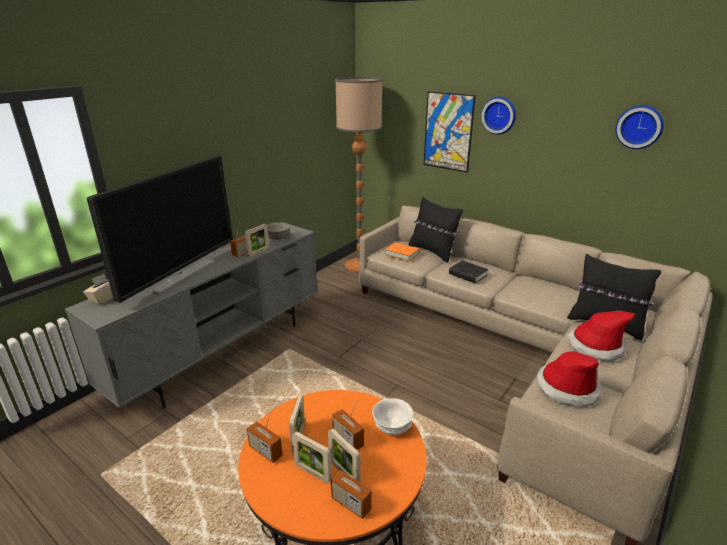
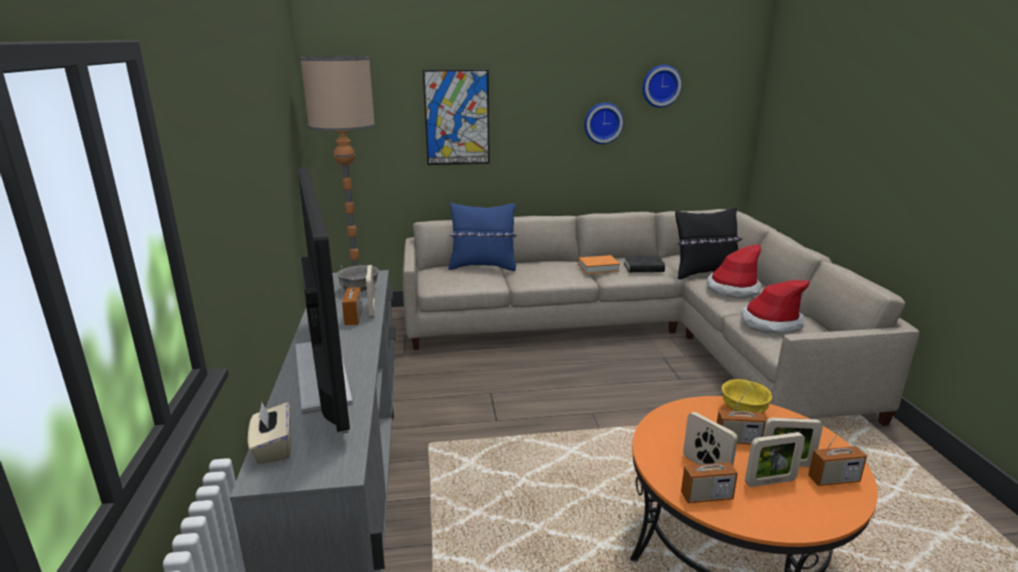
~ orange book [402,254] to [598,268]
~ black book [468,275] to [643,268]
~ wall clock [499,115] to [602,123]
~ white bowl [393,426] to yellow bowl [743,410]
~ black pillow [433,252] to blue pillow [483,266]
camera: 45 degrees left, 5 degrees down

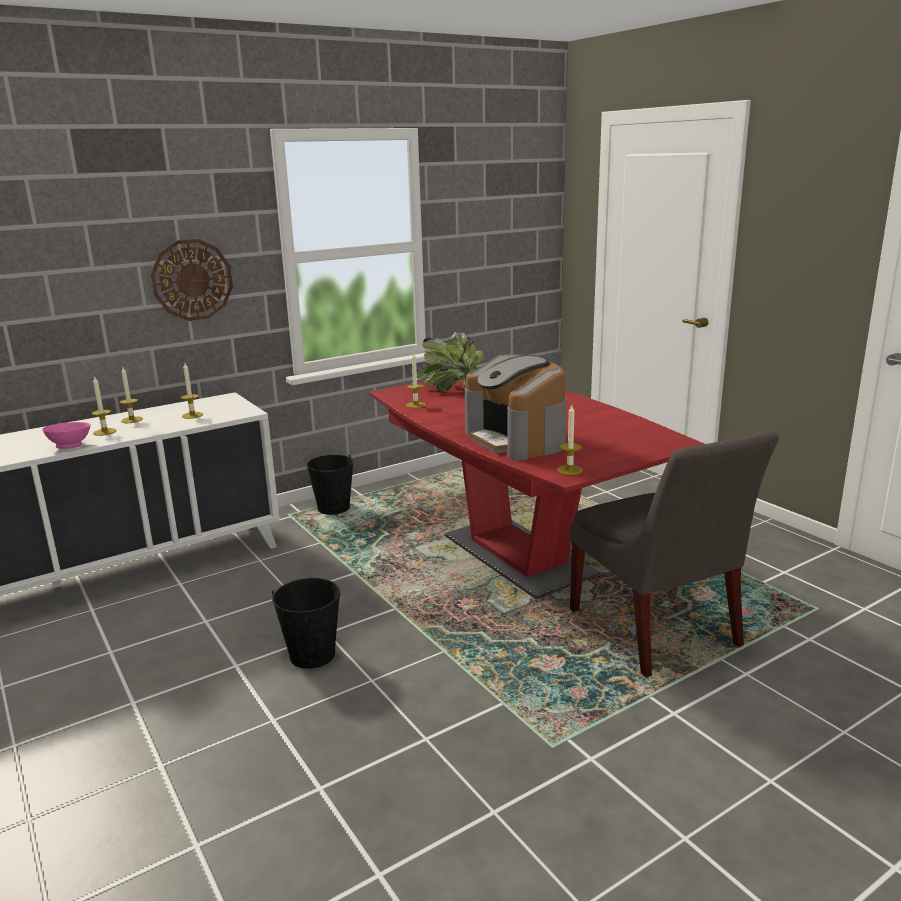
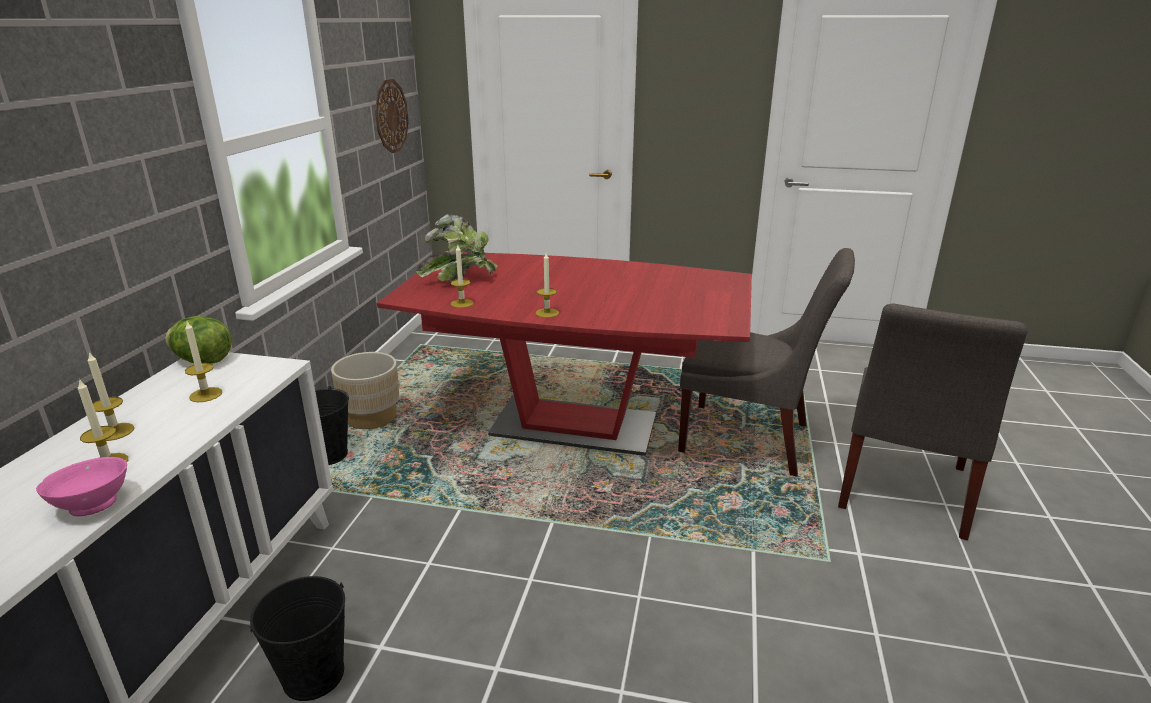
- coffee machine [517,439]
+ lettuce [203,361]
+ beige planter [371,417]
+ grey chair [901,491]
~ wall clock [192,280] to [391,116]
~ black bucket [312,654] to [313,675]
~ candle [569,470] to [547,313]
camera: 45 degrees left, 5 degrees up

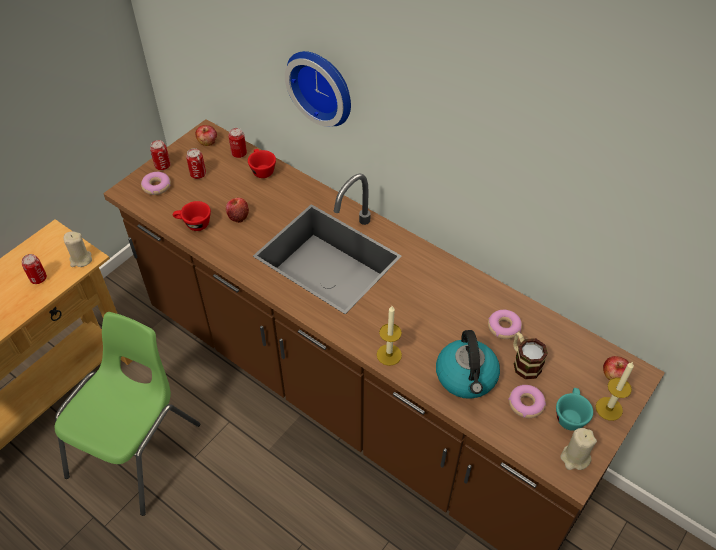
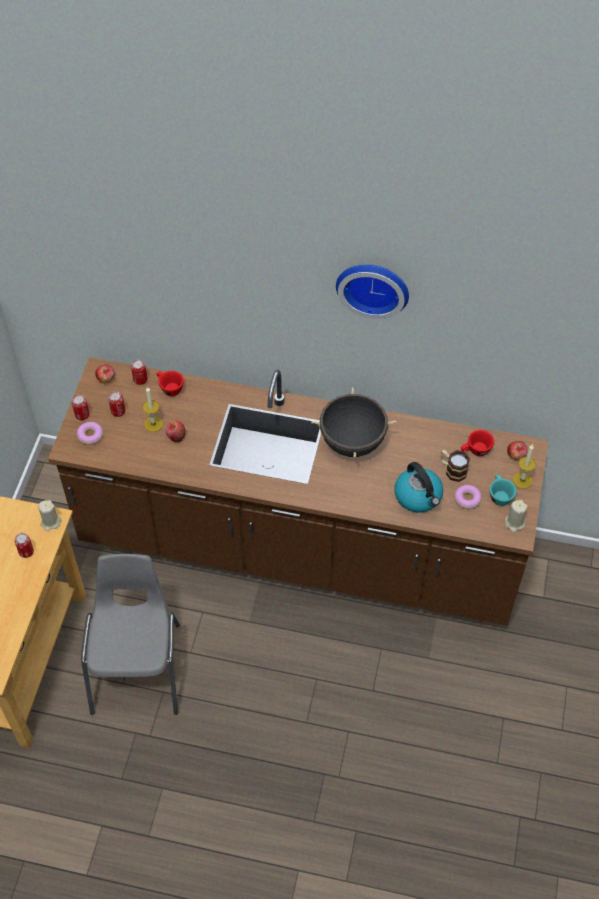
- donut [504,327]
+ black cooking pot [352,442]
~ red cup [193,224] to [475,451]
~ wall clock [323,85] to [373,286]
~ candle [389,354] to [153,424]
~ green chair [137,449] to grey chair [138,666]
camera: 25 degrees left, 5 degrees up

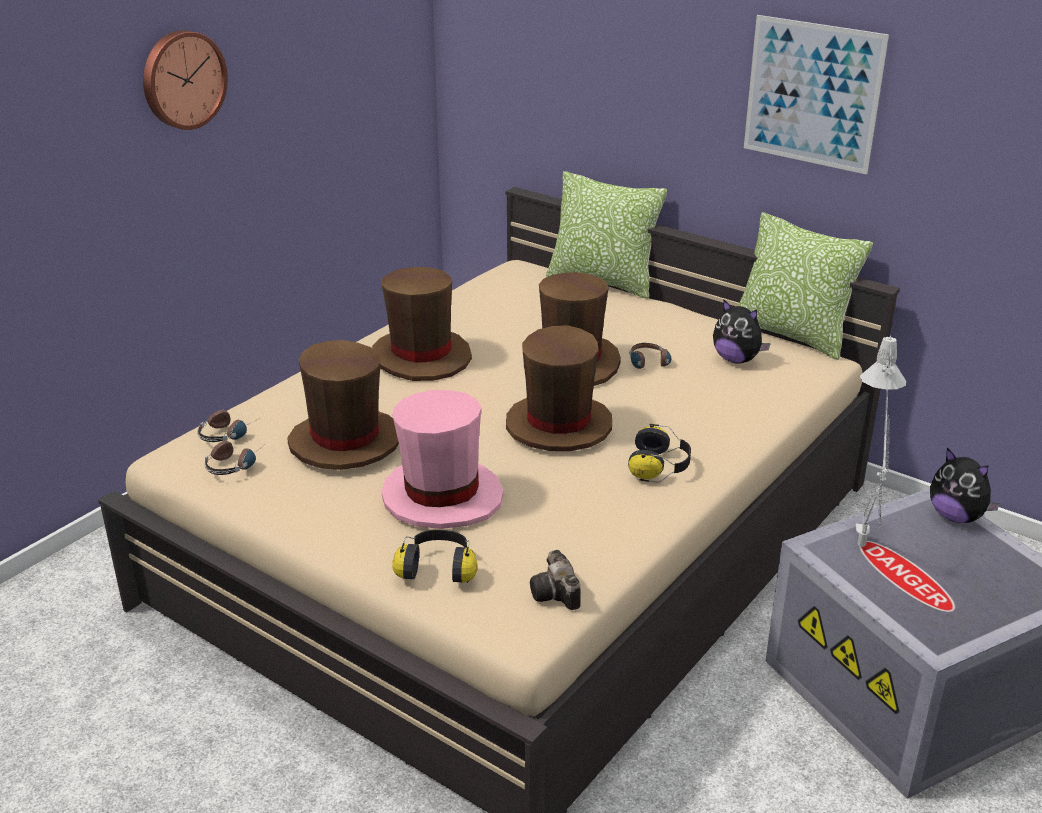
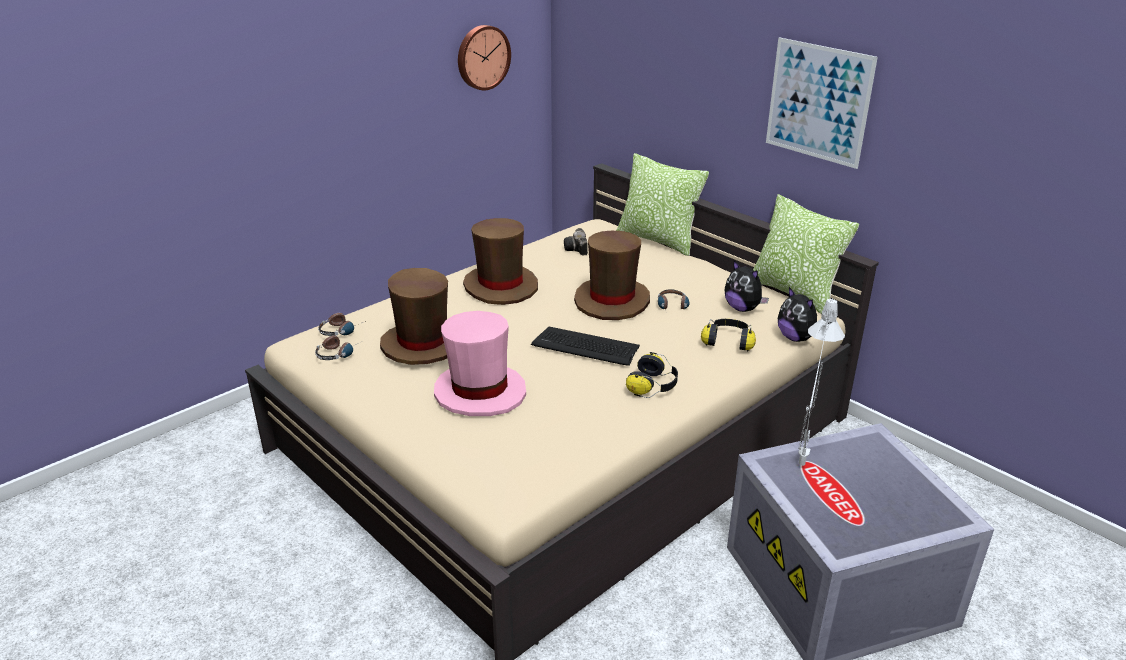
~ wall clock [182,79] to [482,57]
~ headphones [438,568] to [728,342]
~ photo camera [556,595] to [577,249]
~ plush toy [956,516] to [796,338]
~ brown hat [558,426] to keyboard [585,347]
camera: 10 degrees right, 0 degrees up

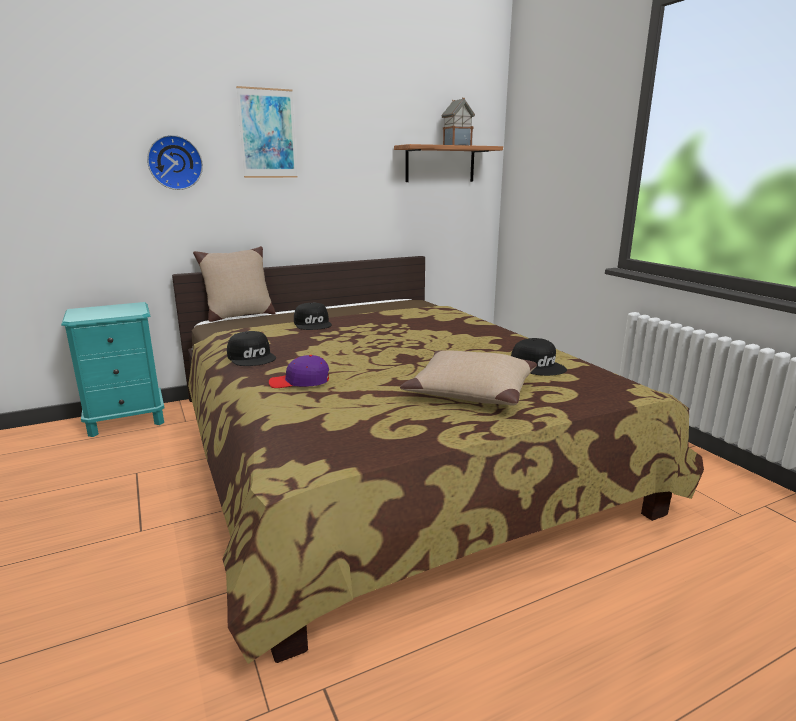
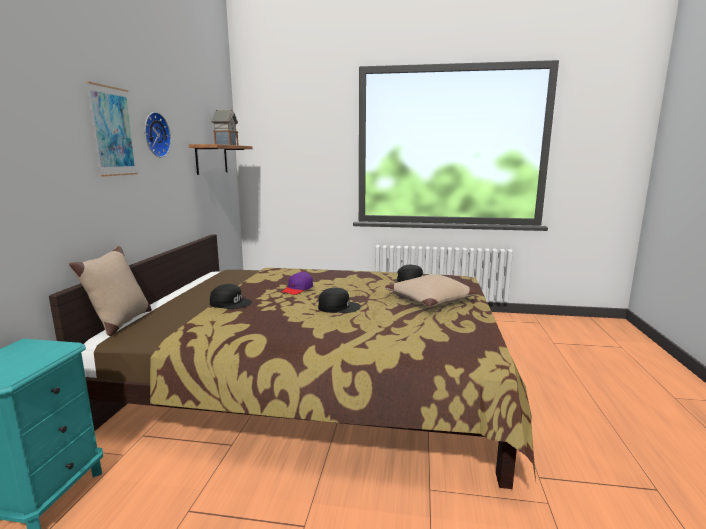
~ wall clock [175,162] to [154,135]
~ black cap [252,357] to [338,307]
~ purple cap [300,382] to [298,289]
camera: 55 degrees left, 5 degrees down

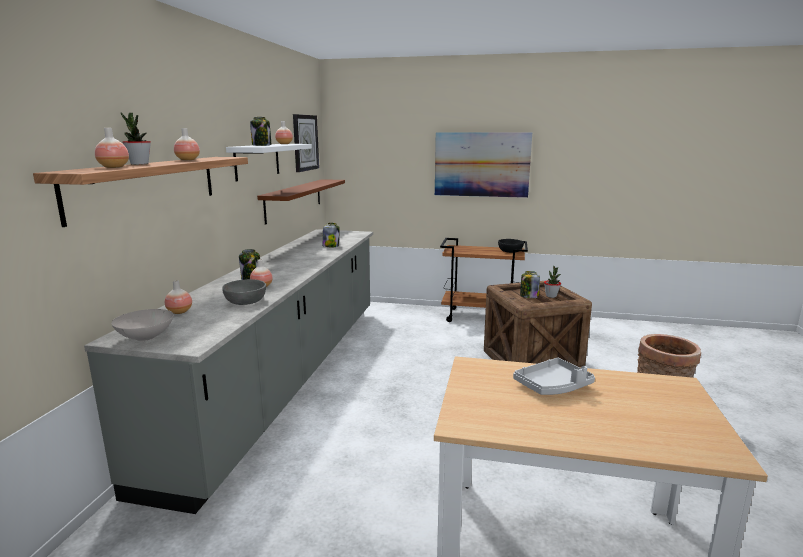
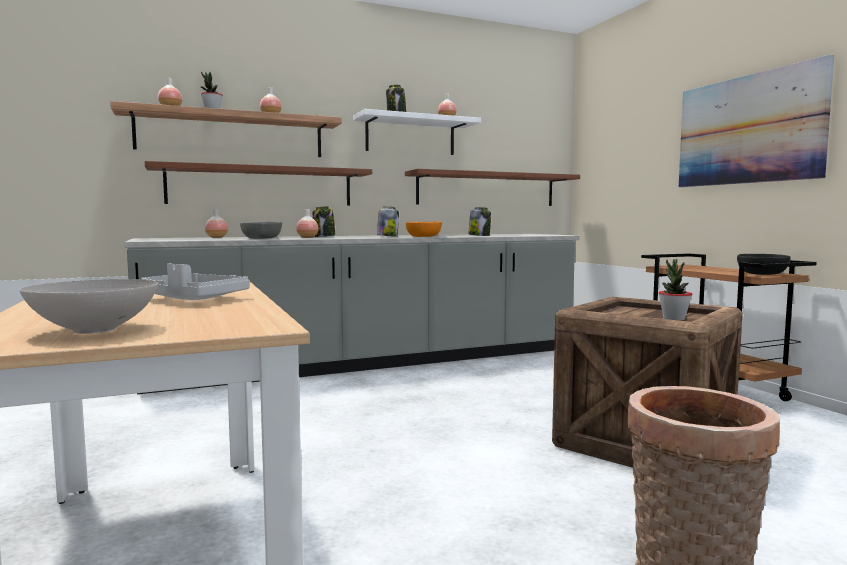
- wall clock [305,142]
+ brown shelf [262,186]
+ orange bowl [423,236]
~ white bowl [147,337] to [96,330]
~ jar [528,296] to [387,236]
camera: 55 degrees right, 10 degrees down

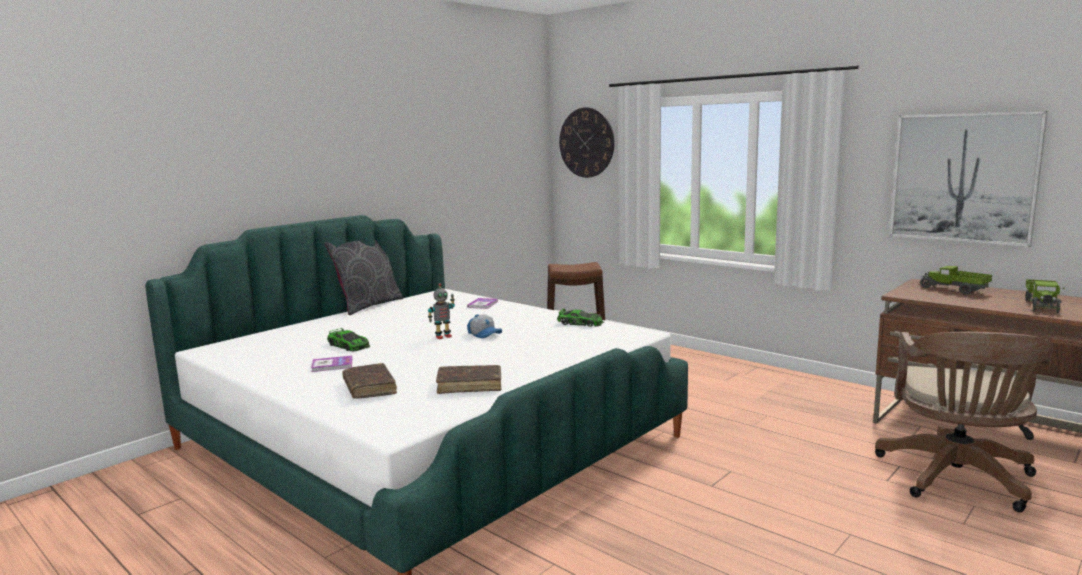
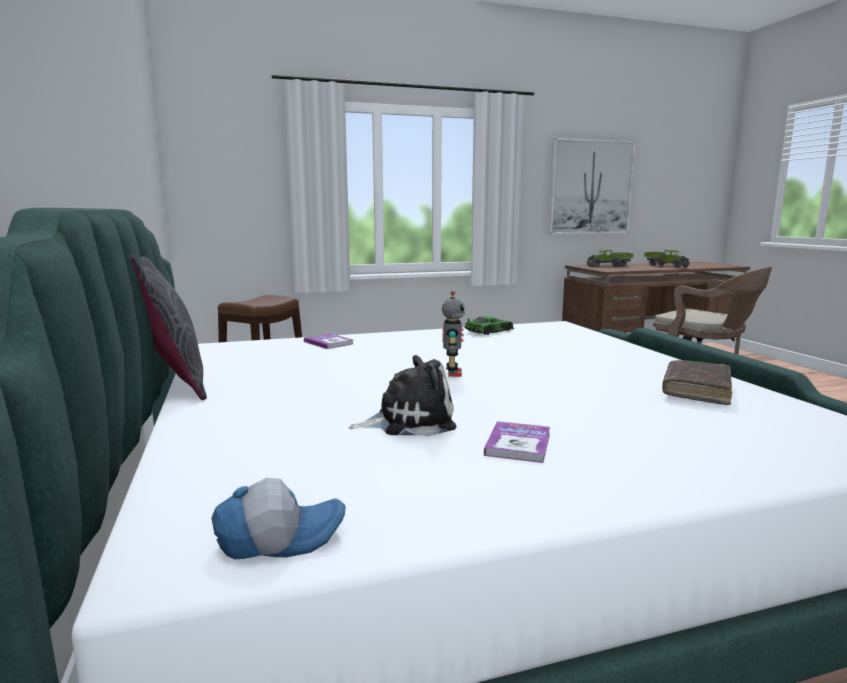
- brown book [369,388]
- wall clock [586,142]
~ cap [485,334] to [280,537]
~ toy car [349,345] to plush toy [409,421]
camera: 60 degrees left, 0 degrees up

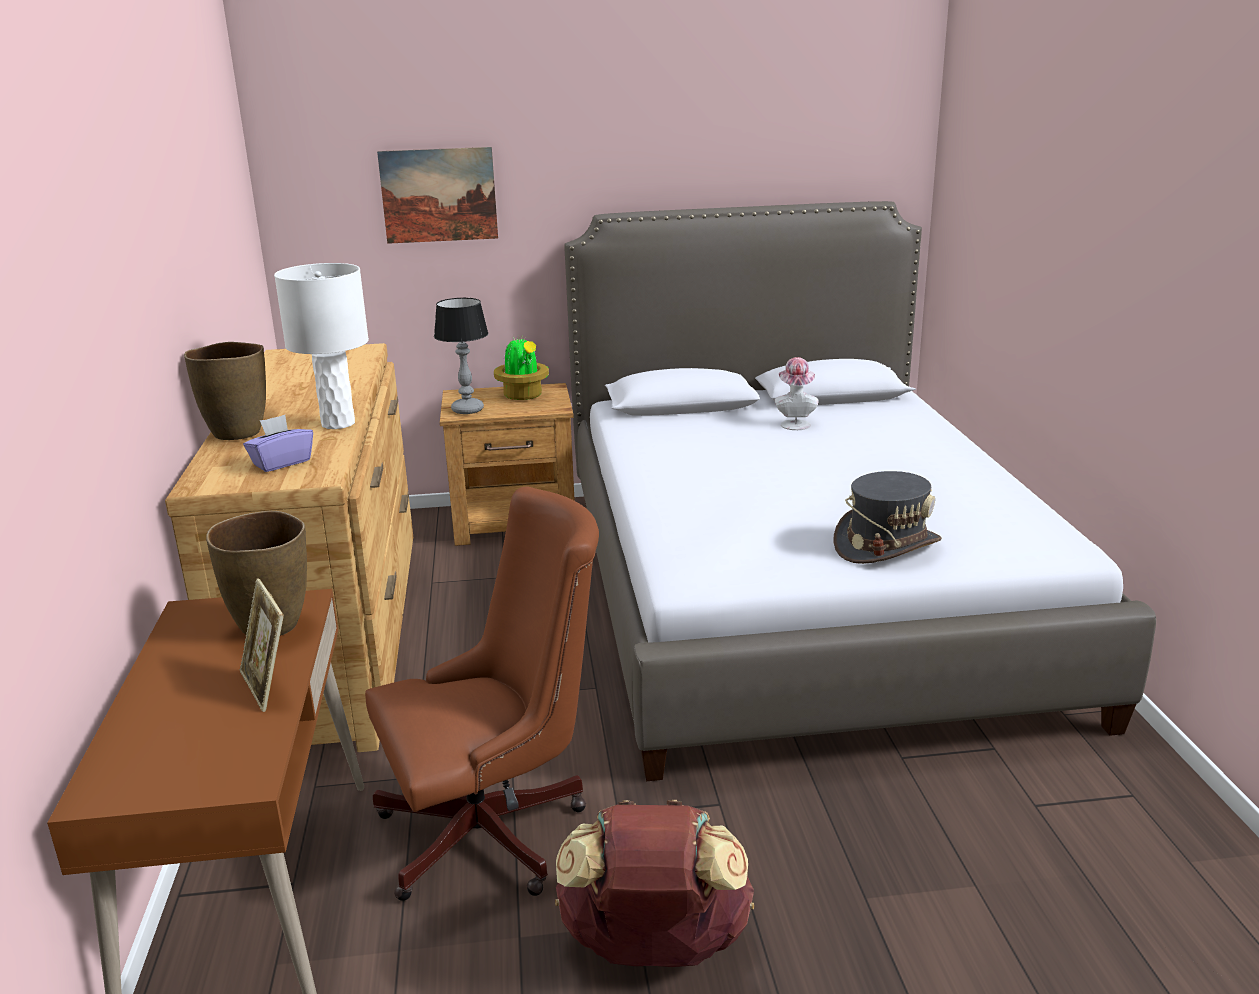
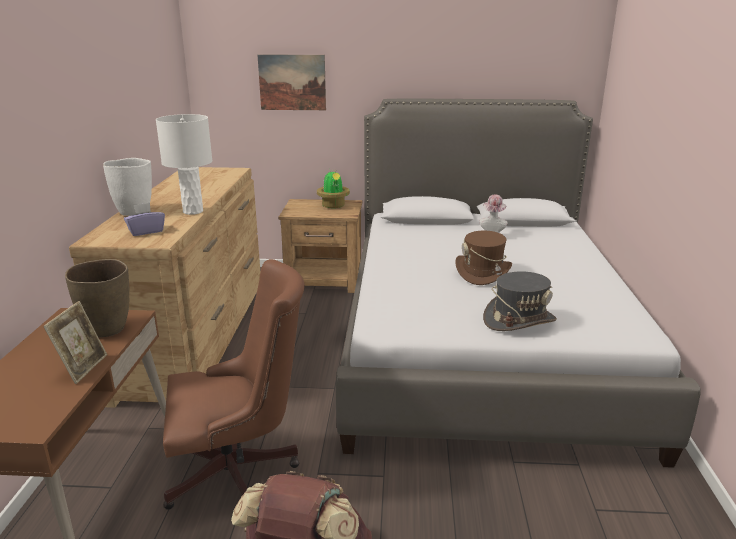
- table lamp [467,410]
+ brown hat [483,273]
~ brown vase [237,433] to white vase [134,212]
~ picture frame [268,686] = [83,368] 150 degrees counterclockwise
camera: 10 degrees right, 0 degrees up

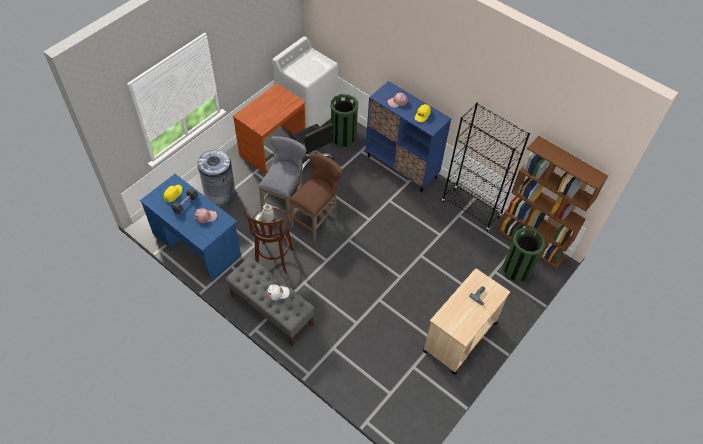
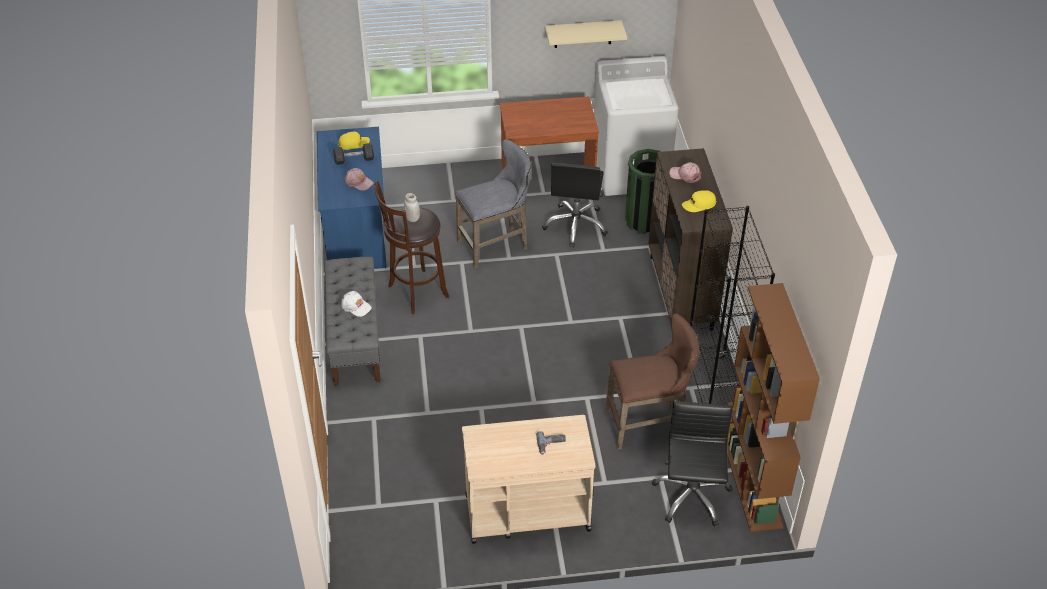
- grey trash can [220,194]
+ beige shelf [583,34]
~ brown stool [316,219] to [648,424]
~ green trash can [516,270] to black office chair [691,496]
~ blue cabinet [402,167] to brown cabinet [681,292]
camera: 45 degrees right, 10 degrees down

